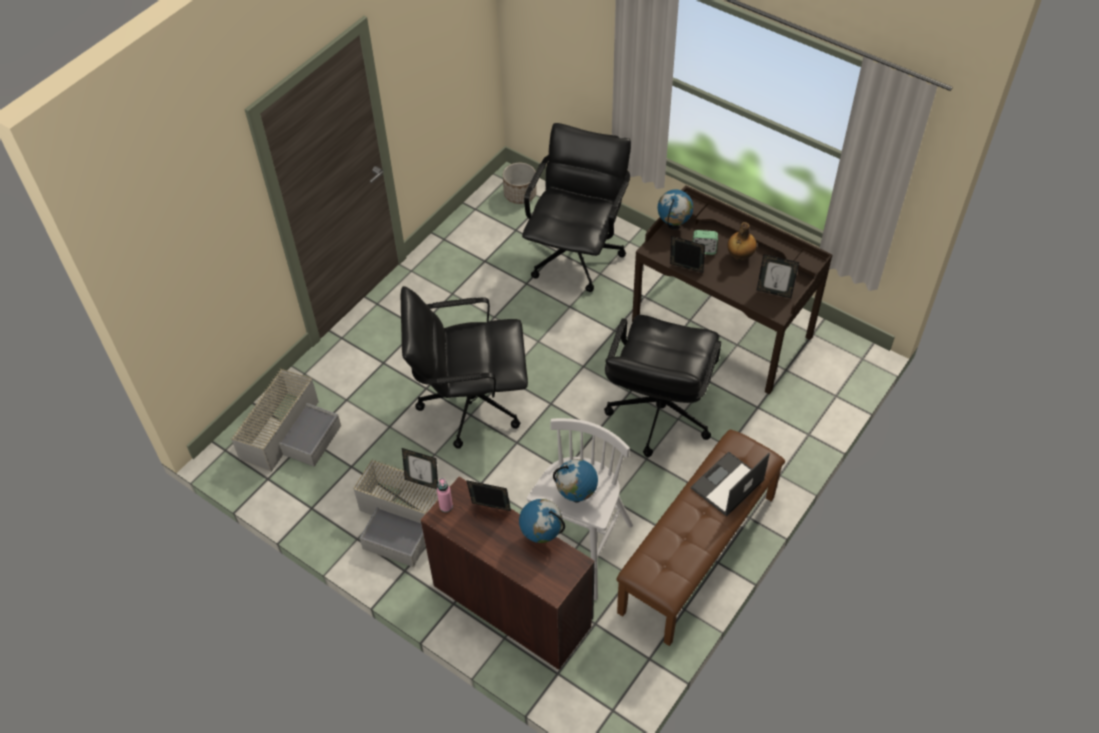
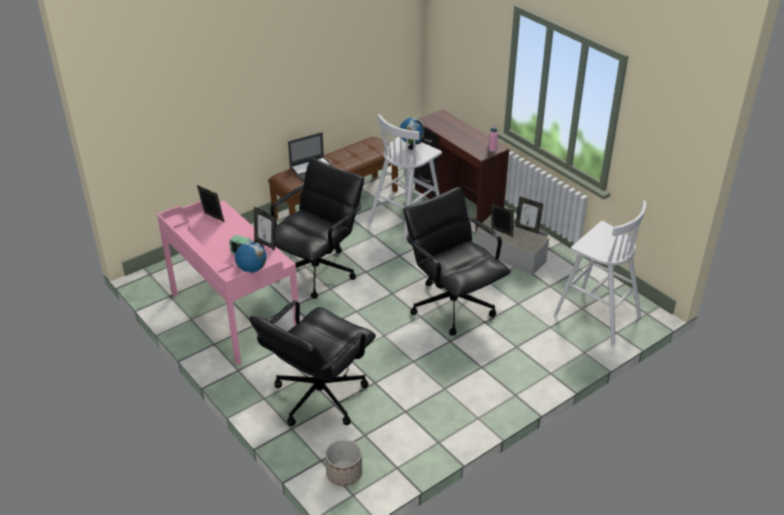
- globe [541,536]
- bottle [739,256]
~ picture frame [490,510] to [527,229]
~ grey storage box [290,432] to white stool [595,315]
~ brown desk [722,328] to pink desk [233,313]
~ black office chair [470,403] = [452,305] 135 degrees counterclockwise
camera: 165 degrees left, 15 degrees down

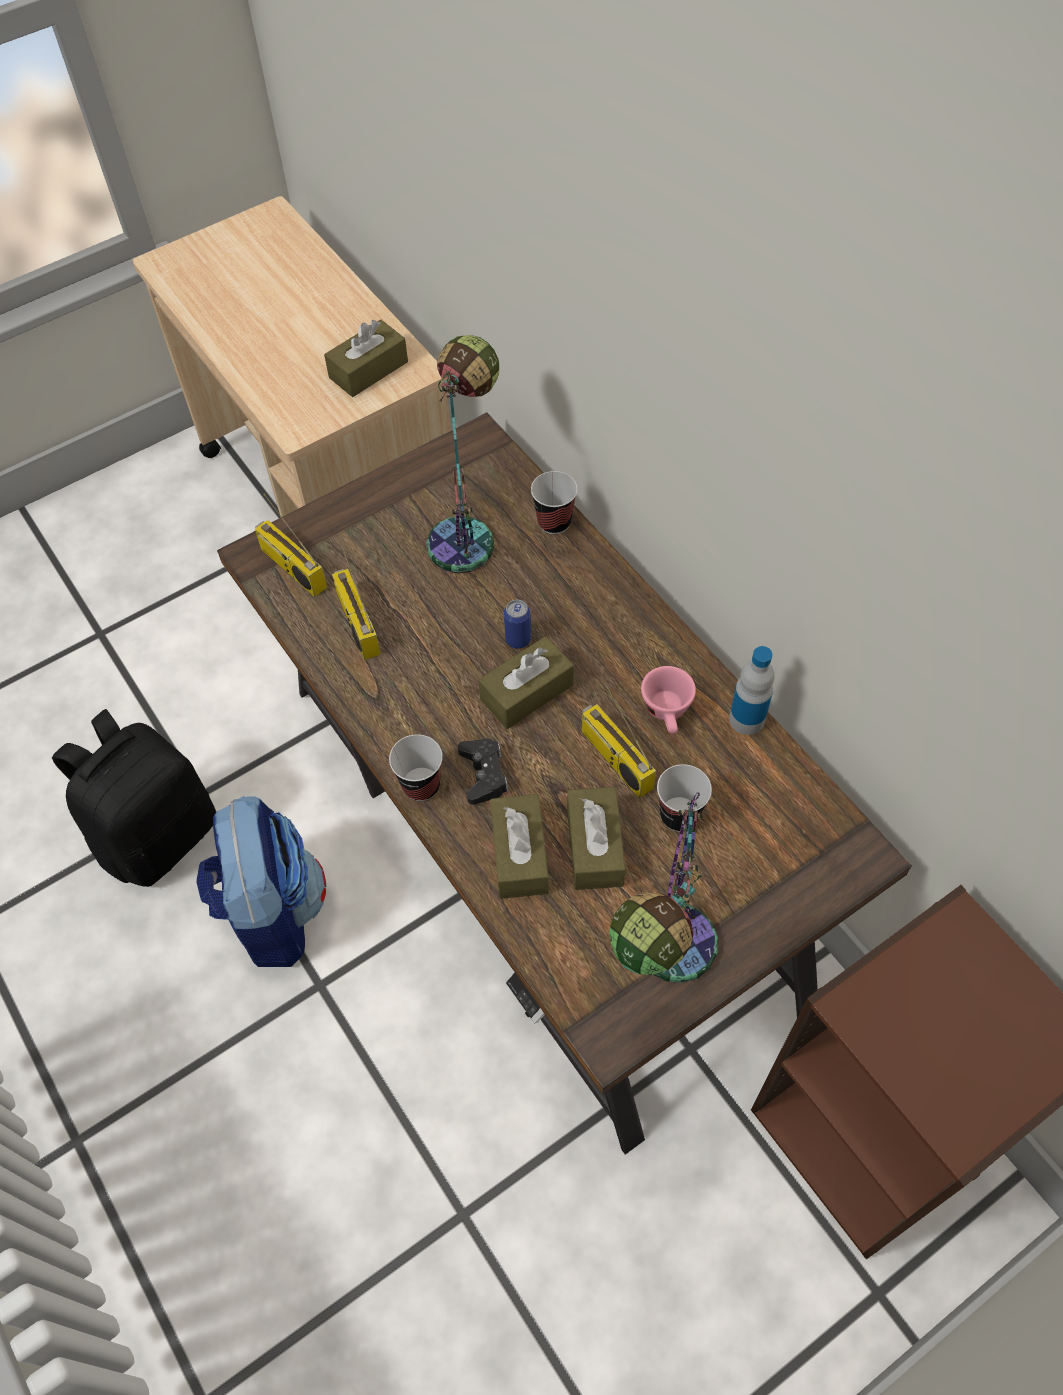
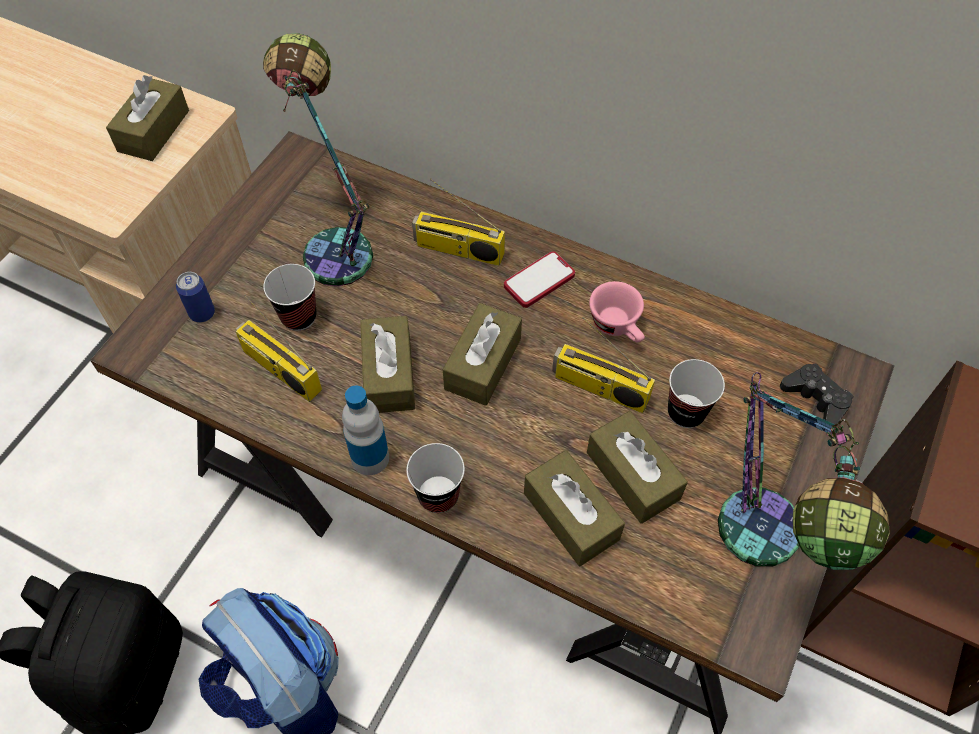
+ brown tissue box [389,374]
+ phone [539,281]
~ radio [291,568] to [458,250]
~ black game controller [484,774] to [816,399]
~ can [518,639] to [202,313]
~ cup [554,522] to [298,317]
~ bottle [746,719] to [370,458]
camera: 30 degrees left, 0 degrees up

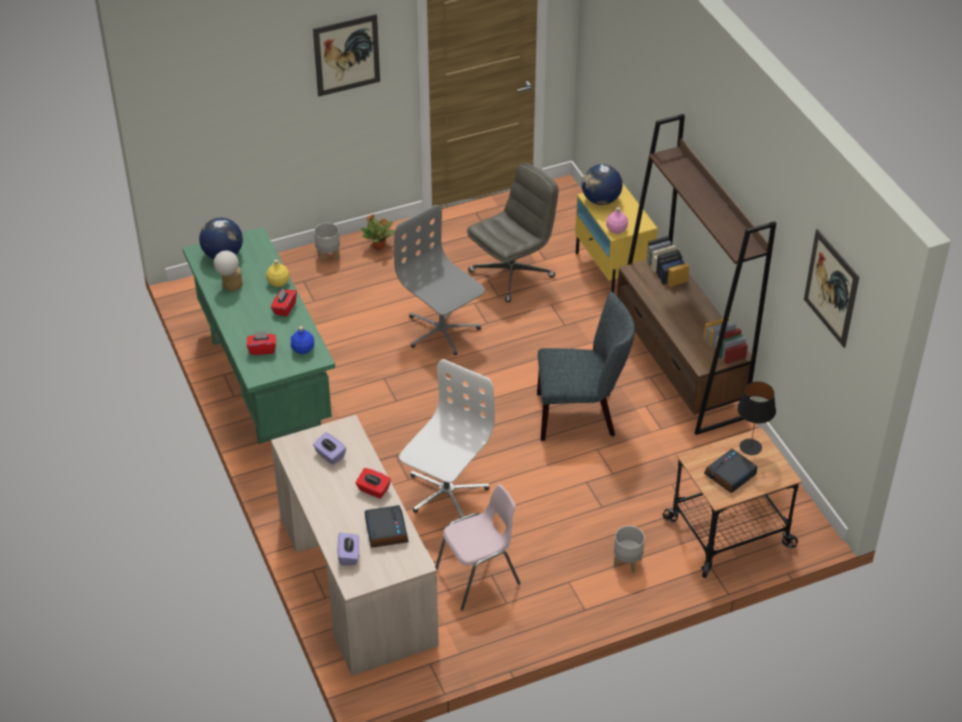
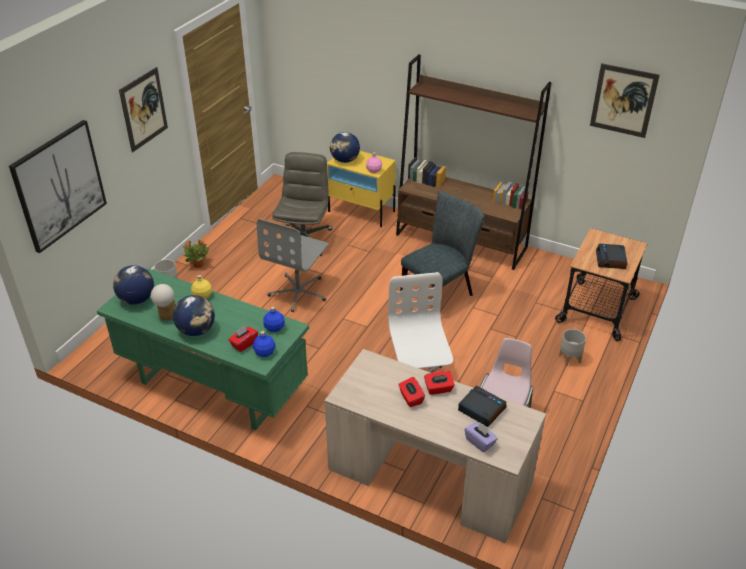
- purple tissue box [330,455]
- black table lamp [750,447]
+ picture [59,185]
+ globe [196,330]
+ blue bottle [264,353]
~ red tissue box [284,308] to [411,398]
~ grey office chair [441,331] = [299,292] 75 degrees counterclockwise
camera: 40 degrees left, 5 degrees down

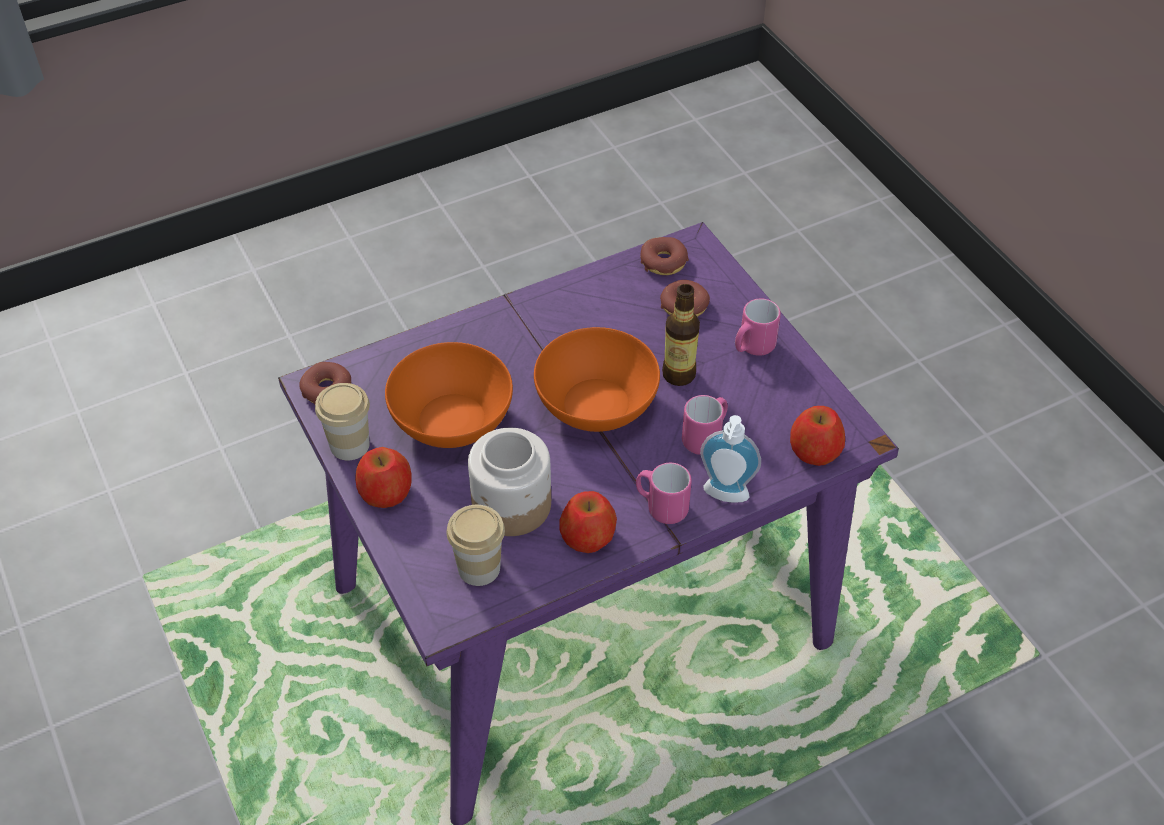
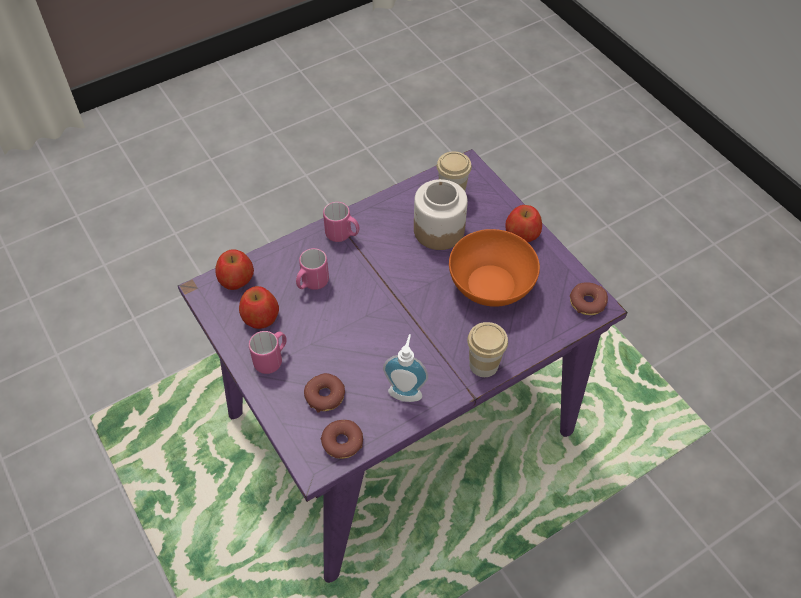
- orange bowl [596,404]
- bottle [679,374]
~ cup [349,445] to [483,364]
~ apple [588,536] to [260,316]
~ soap dispenser [724,497] to [406,390]
camera: 175 degrees right, 5 degrees up

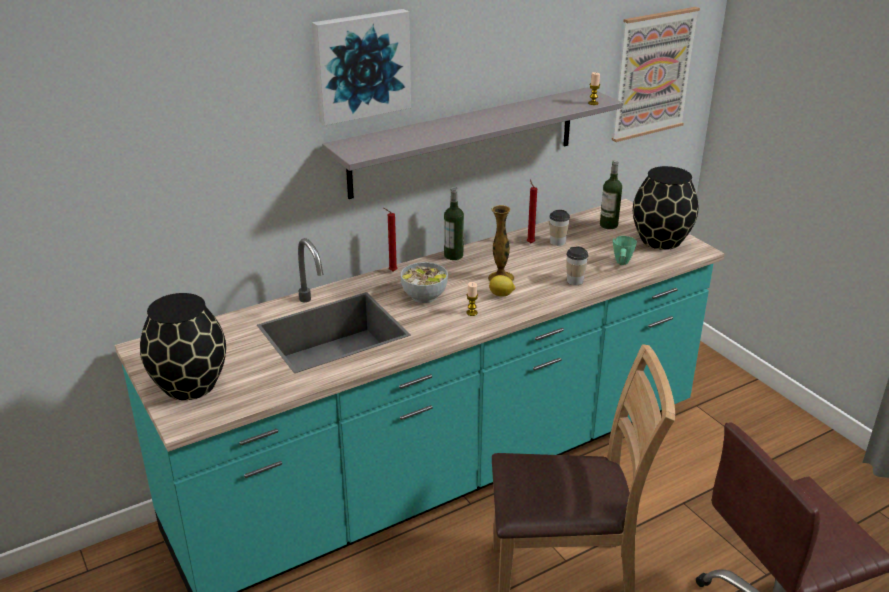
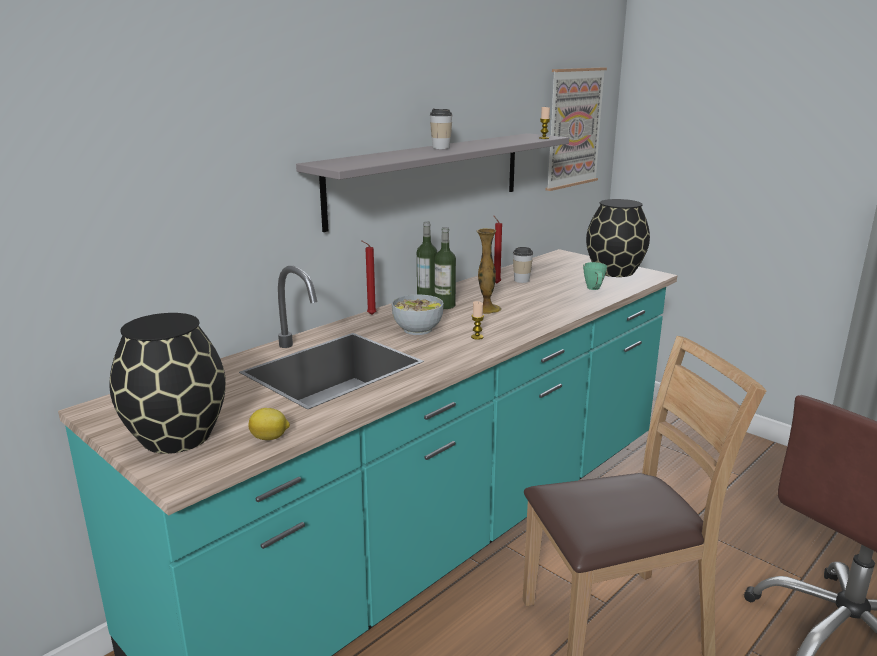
- picture [361,65]
~ lemon [501,295] to [270,438]
~ cup [575,281] to [441,148]
~ bottle [608,225] to [445,305]
camera: 15 degrees left, 10 degrees down

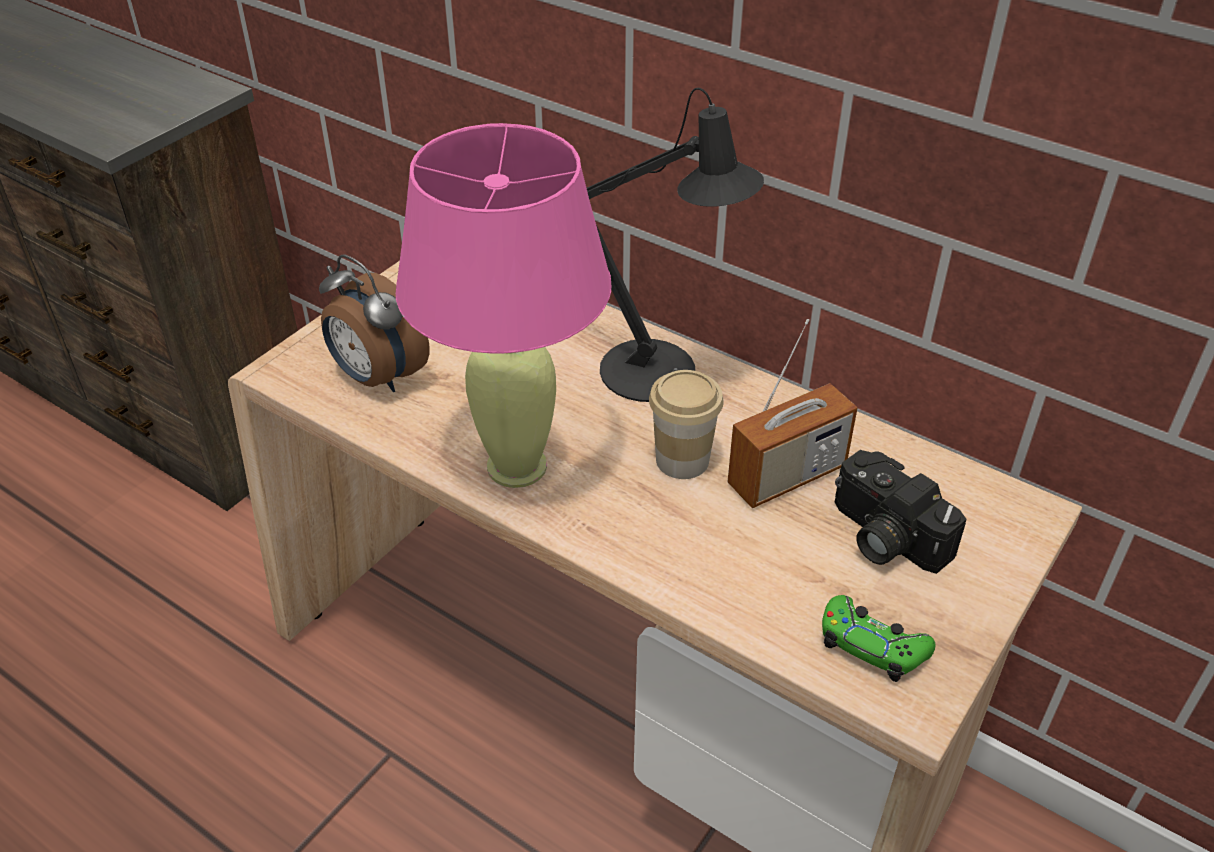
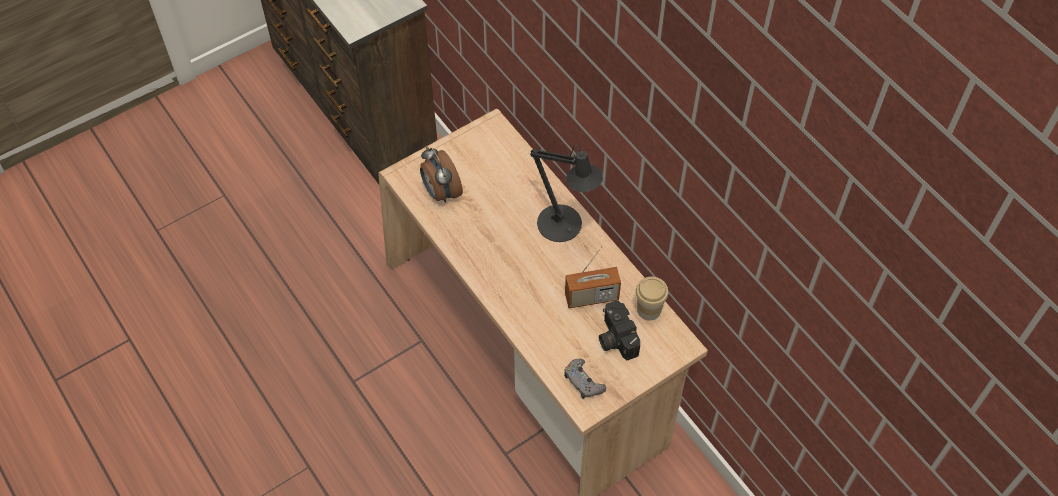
- pink table lamp [516,466]
~ cup [682,460] to [649,310]
~ green game controller [872,645] to grey game controller [583,381]
camera: 20 degrees right, 15 degrees up

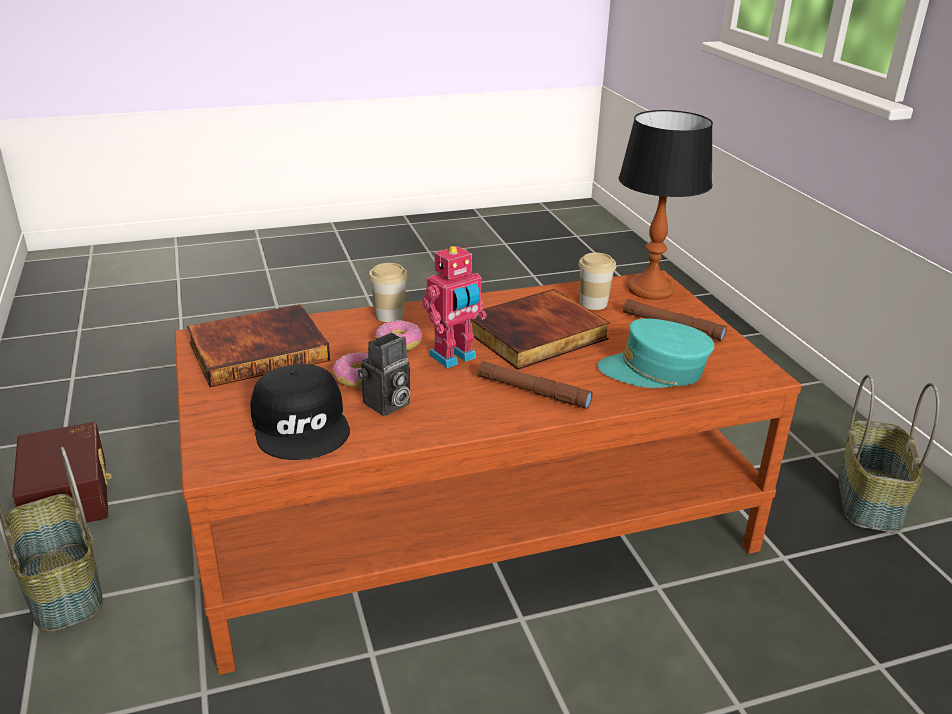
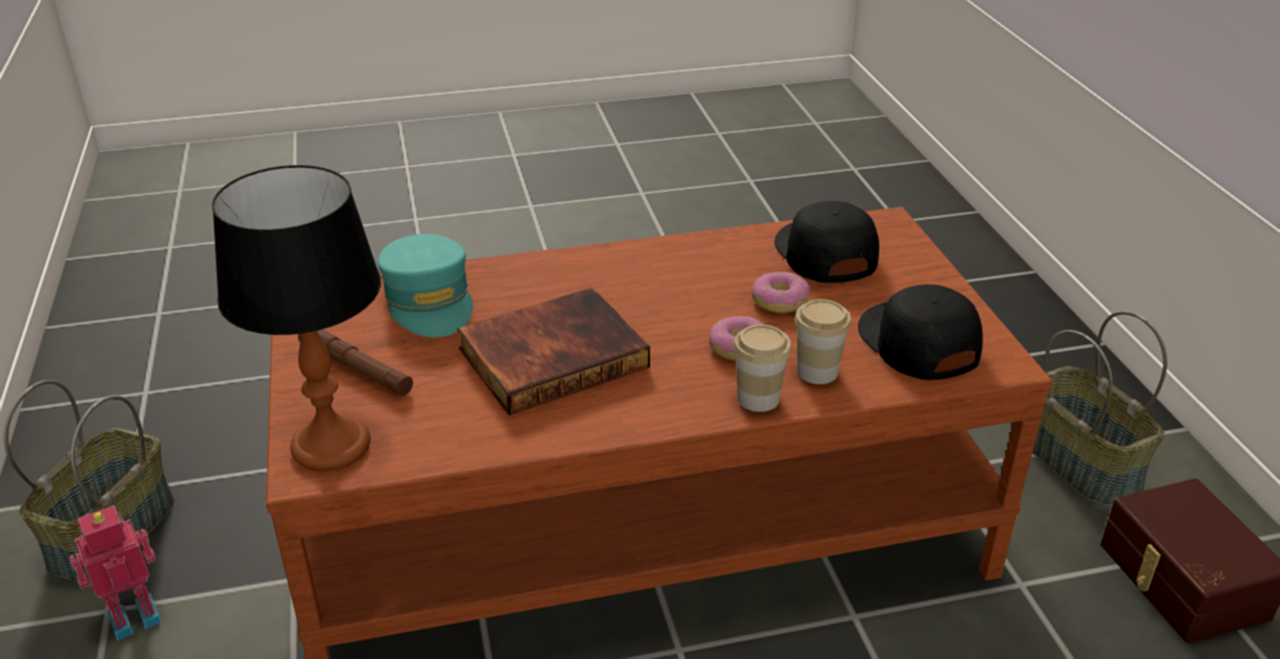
- photo camera [386,405]
- brown flashlight [533,391]
~ toy robot [454,357] to [134,615]
~ cup [593,303] to [817,371]
~ book [259,350] to black cap [916,342]
~ turquoise cap [654,371] = [429,301] 60 degrees clockwise
camera: 175 degrees left, 5 degrees up

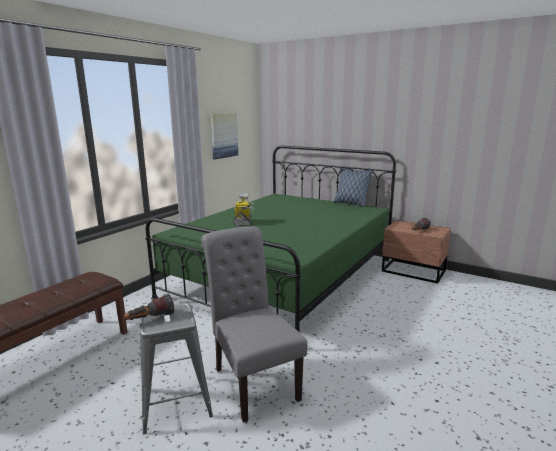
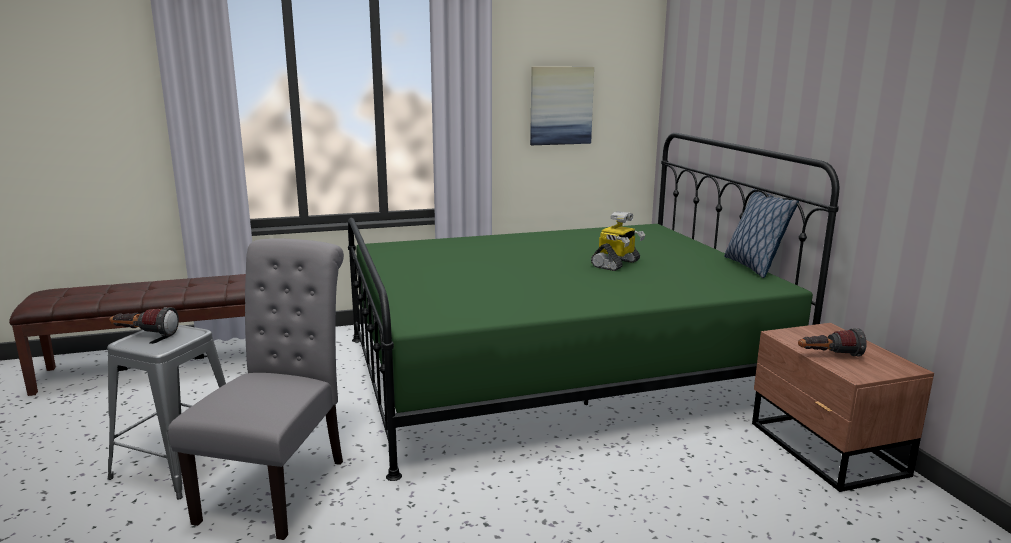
~ toy robot [243,222] to [616,264]
camera: 40 degrees right, 0 degrees up

